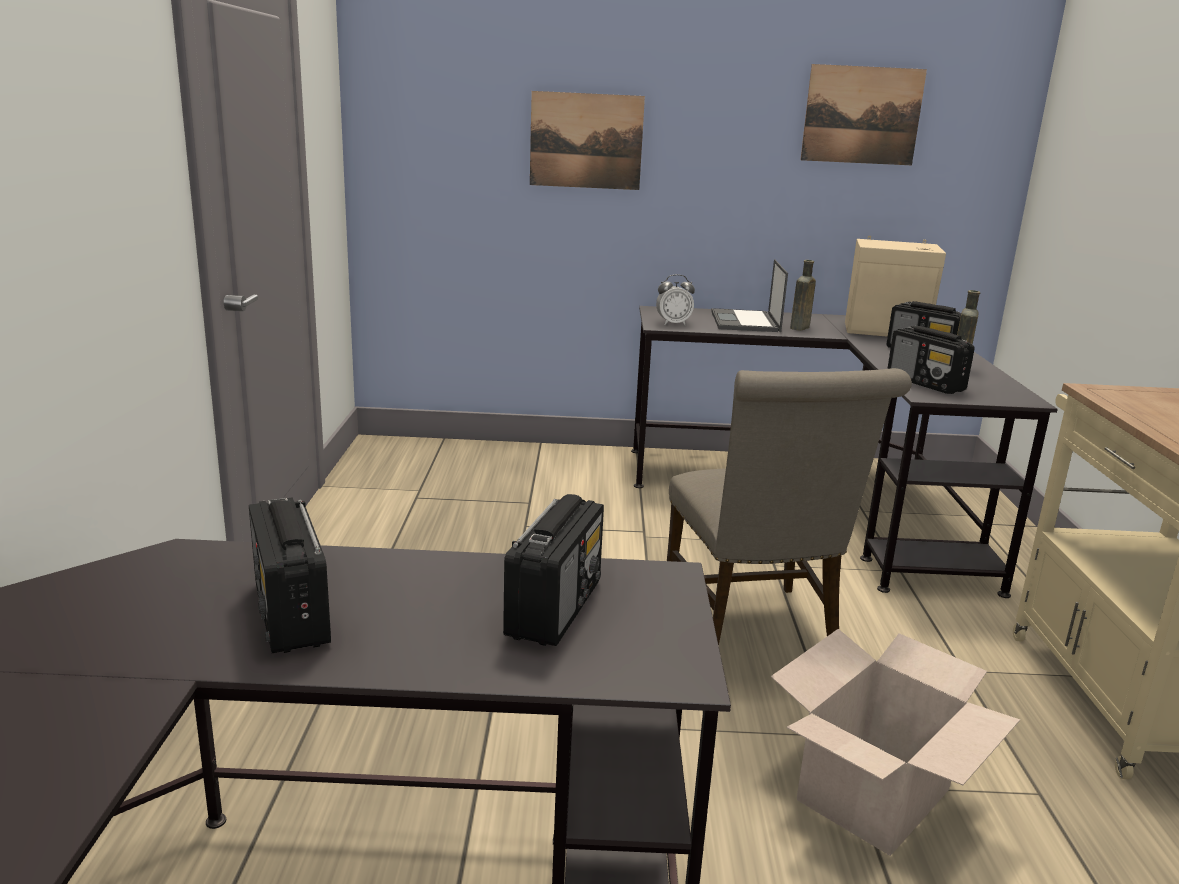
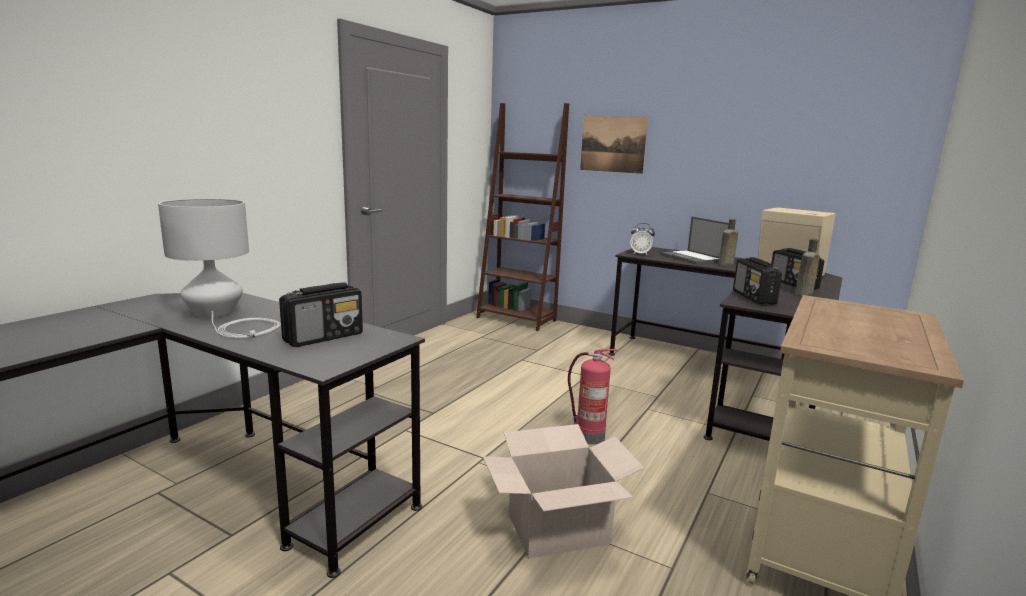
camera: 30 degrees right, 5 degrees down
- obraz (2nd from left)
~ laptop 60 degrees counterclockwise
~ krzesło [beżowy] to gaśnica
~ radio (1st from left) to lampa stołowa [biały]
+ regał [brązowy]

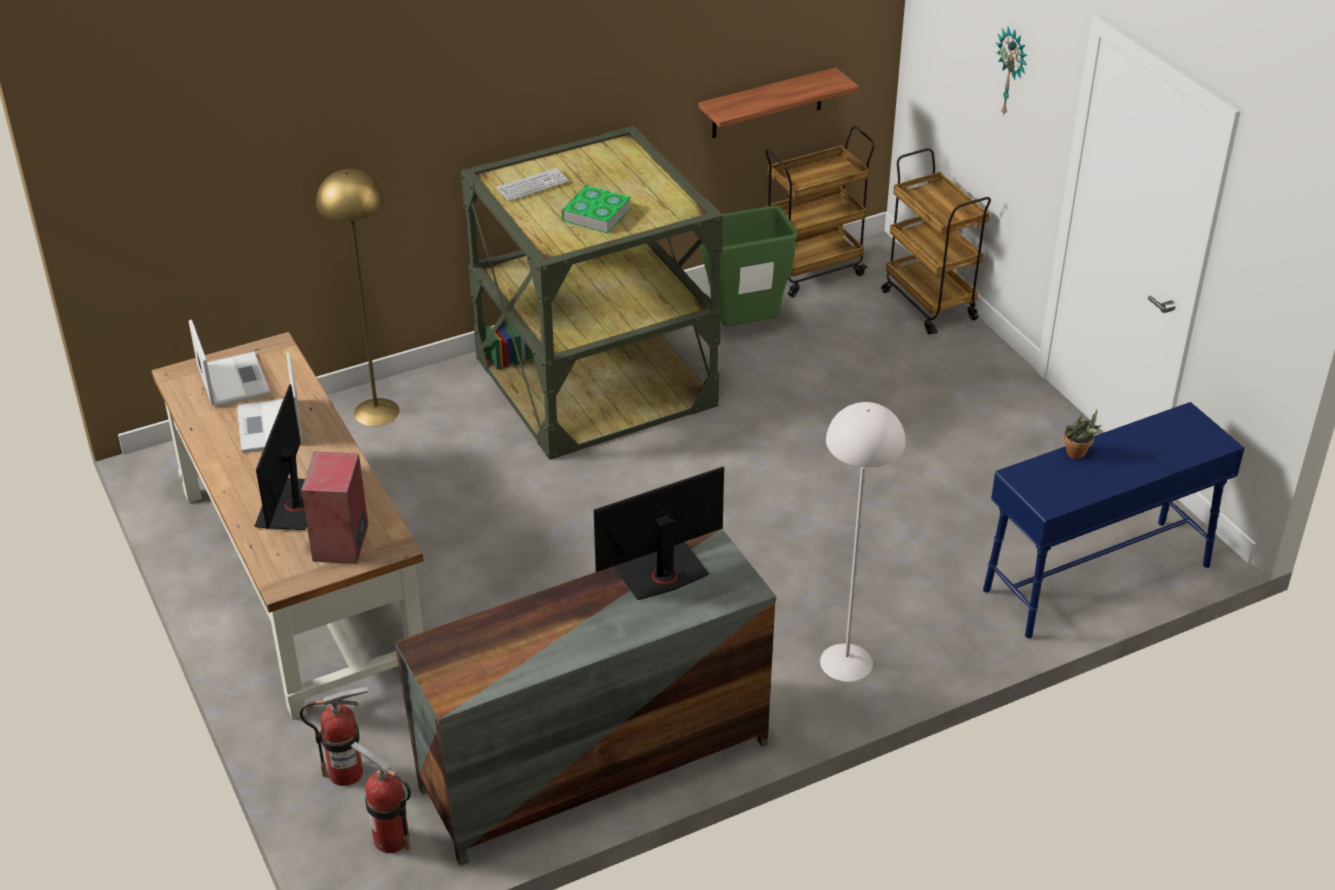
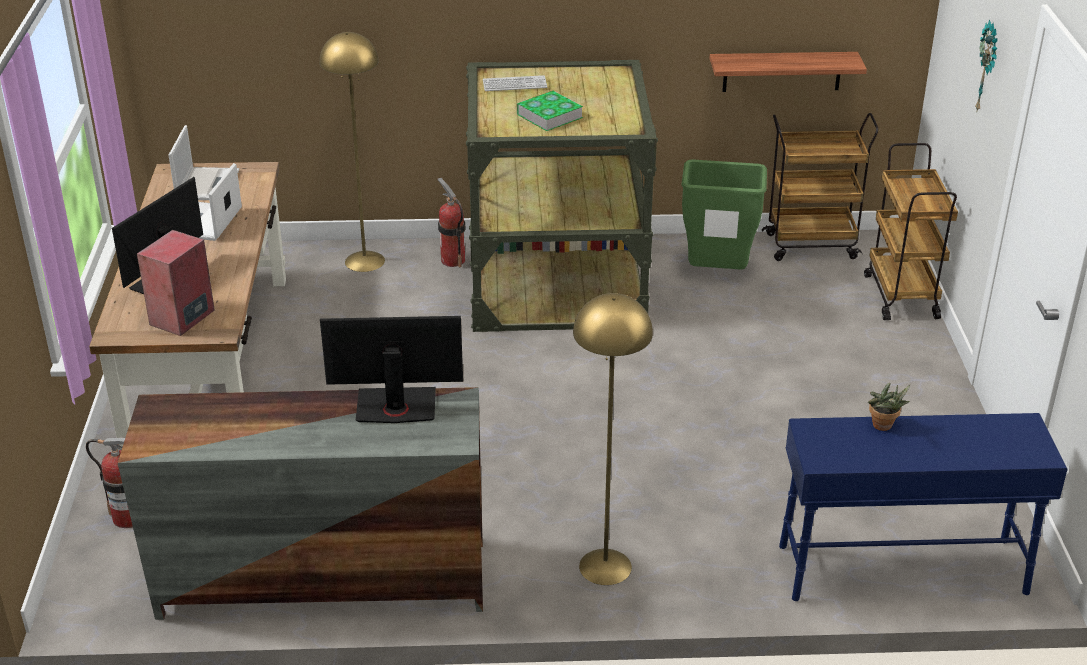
camera: 25 degrees right, 5 degrees down
~ lampa stojąca [biały] to lampa stojąca [żółty] (2nd from left)
~ gaśnica (2nd from left)

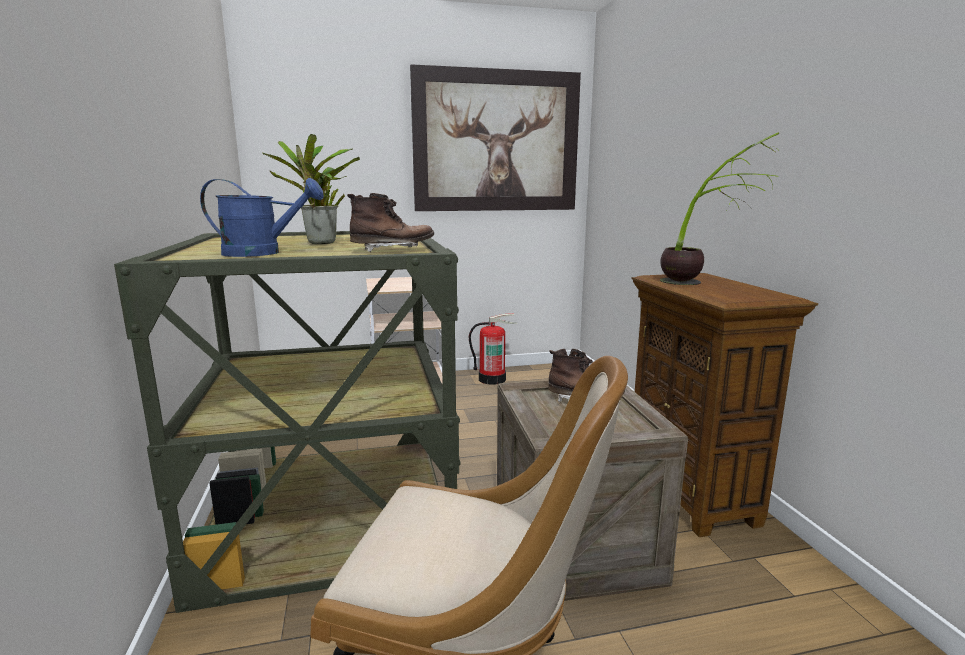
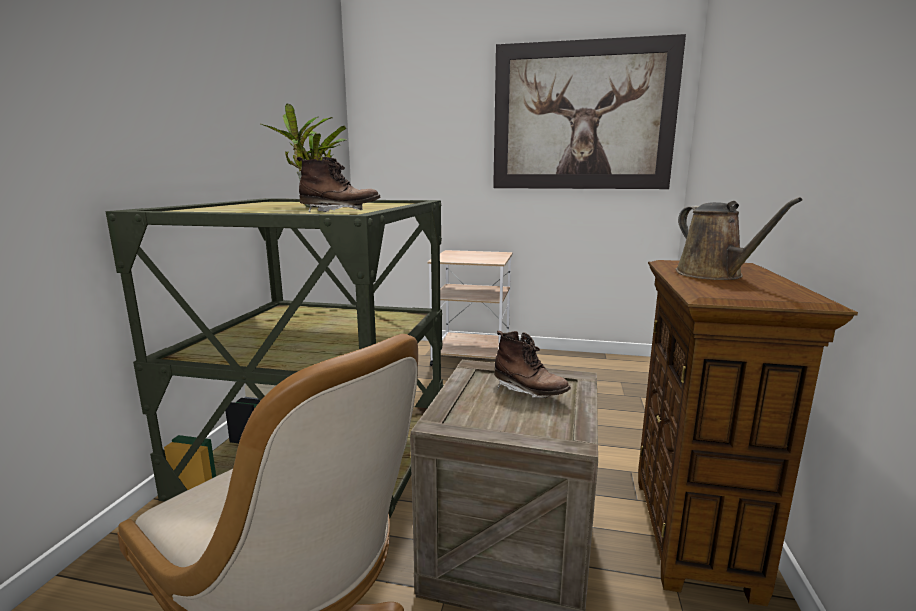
camera: 25 degrees right, 0 degrees up
~ roślina doniczkowa (2nd from left) to konewka [brązowy]
- konewka [niebieski]
- gaśnica

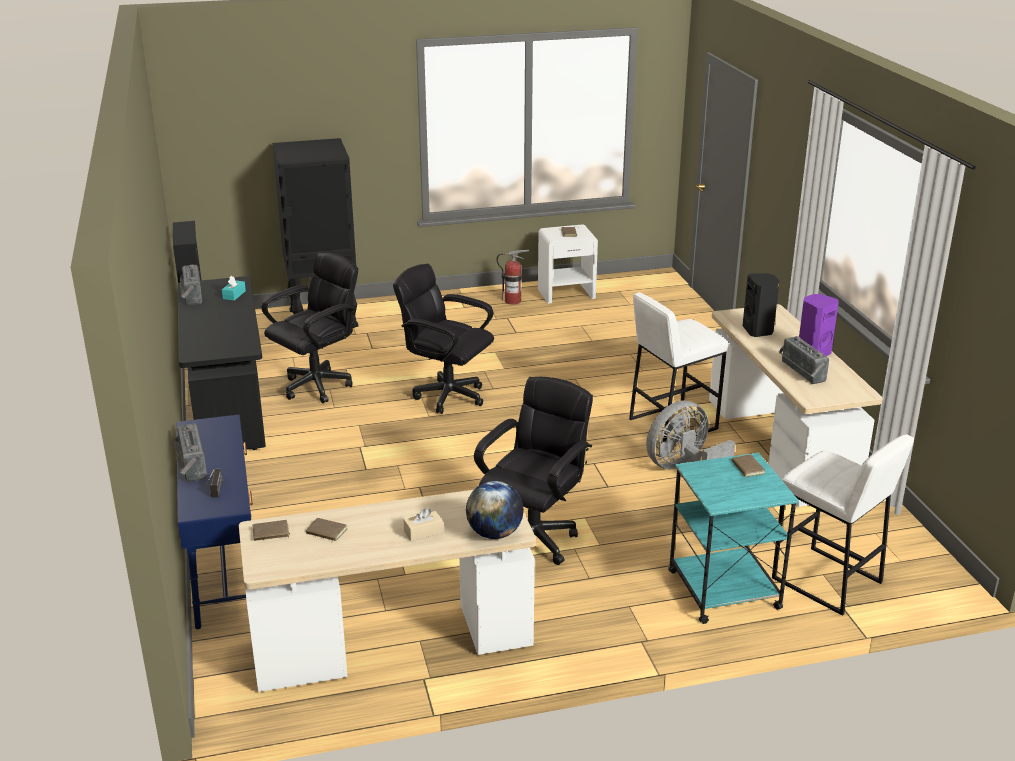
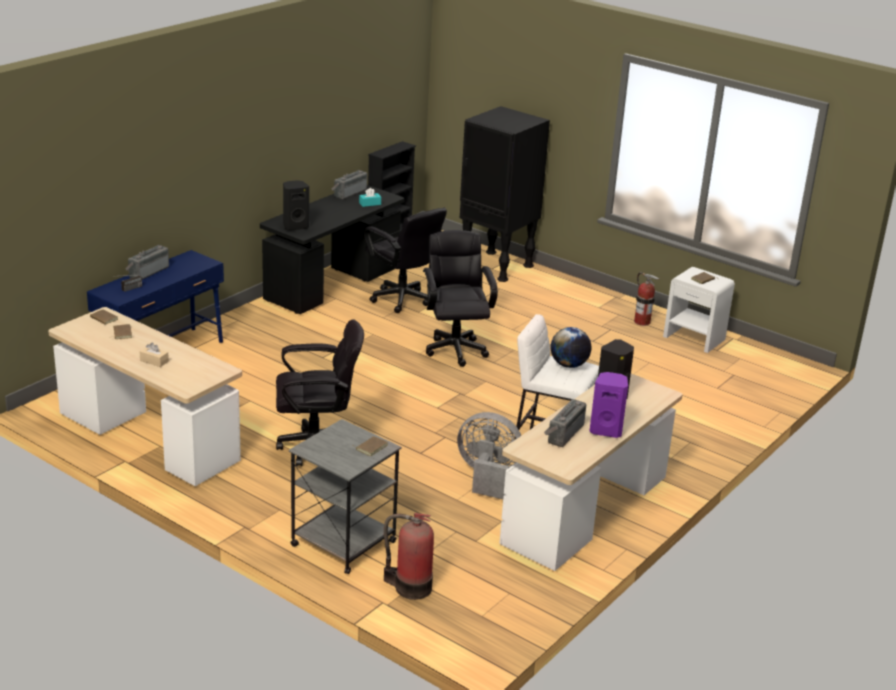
camera: 50 degrees right, 0 degrees up
~ krzesło biurowe [czarny] (1st from left in the first image) 45 degrees clockwise
~ stołek [biały] (2nd from left) to gaśnica (1st from left)
~ wózek [turkusowy] to wózek [szary]
~ globus
+ głośnik [czarny] (1st from left)

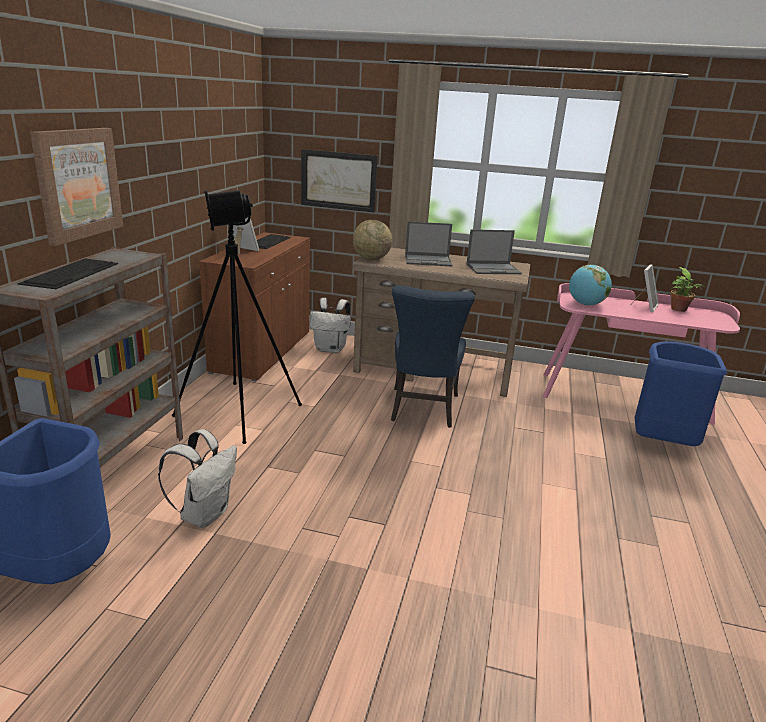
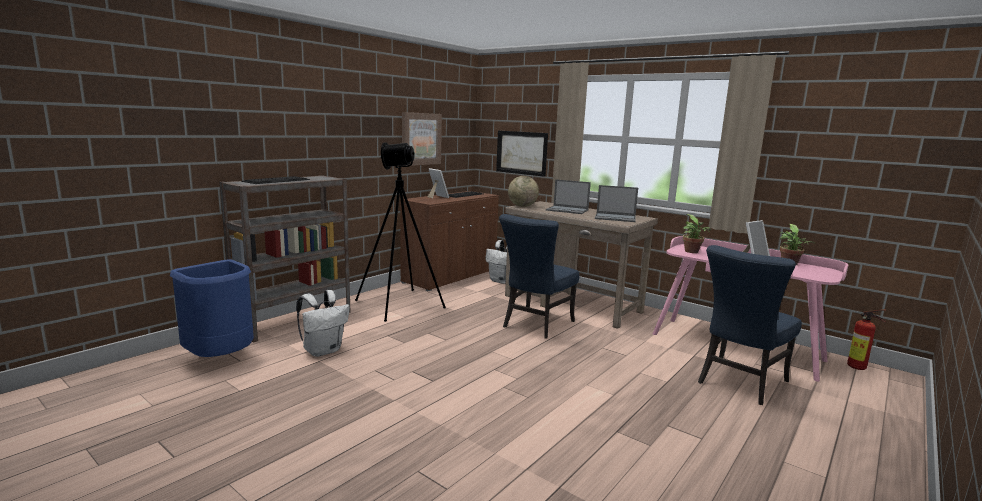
camera: 25 degrees right, 10 degrees down
~ obraz (1st from left)
~ globus (2nd from left) to roślina doniczkowa (1st from left)
~ kosz na śmieci [niebieski] (2nd from left) to krzesło [niebieski] (2nd from left)
+ gaśnica

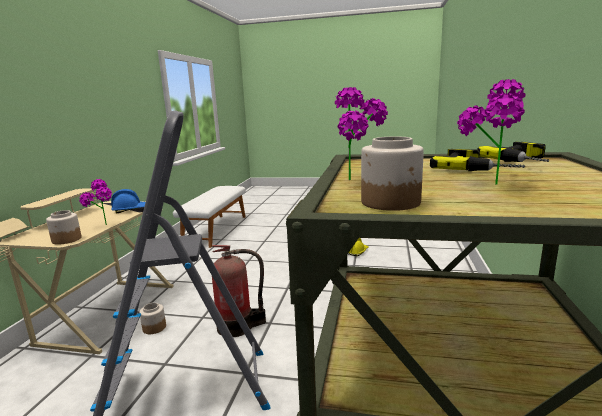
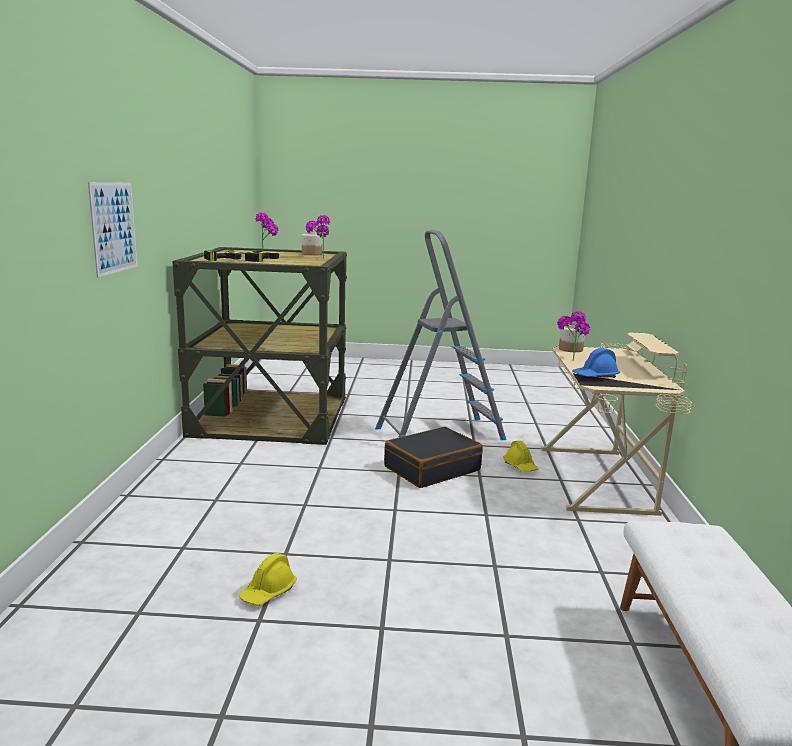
camera: 170 degrees right, 0 degrees up
~ gaśnica to walizka [czarny]
~ słoik (2nd from left) to kask [żółty] (2nd from left)
+ obraz

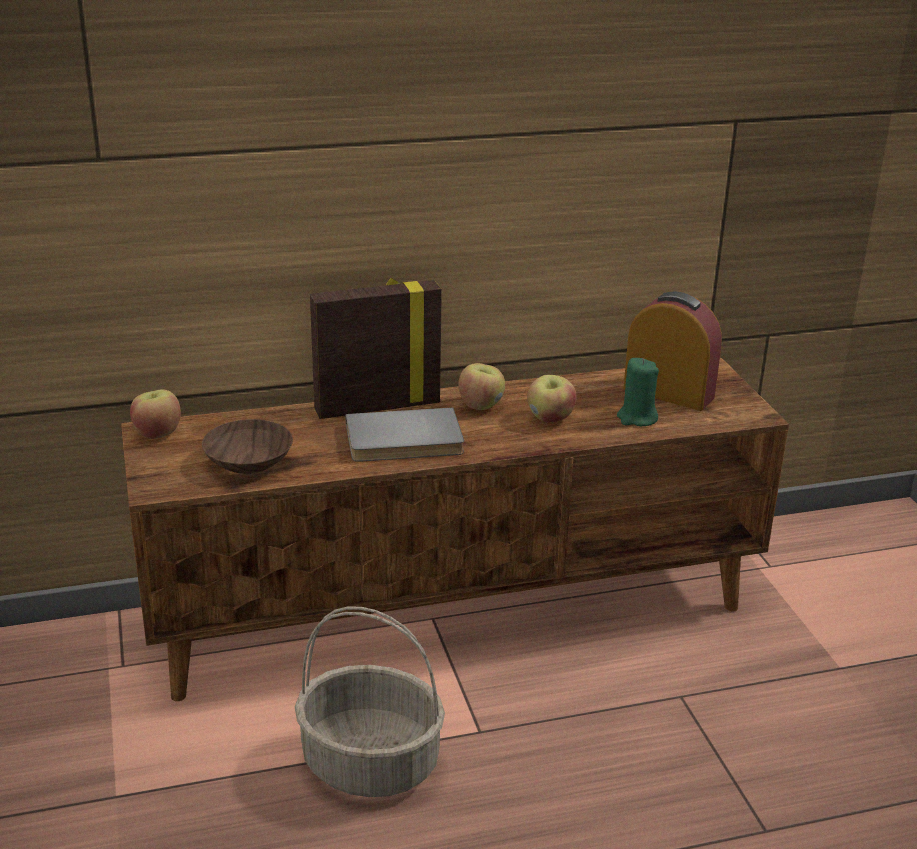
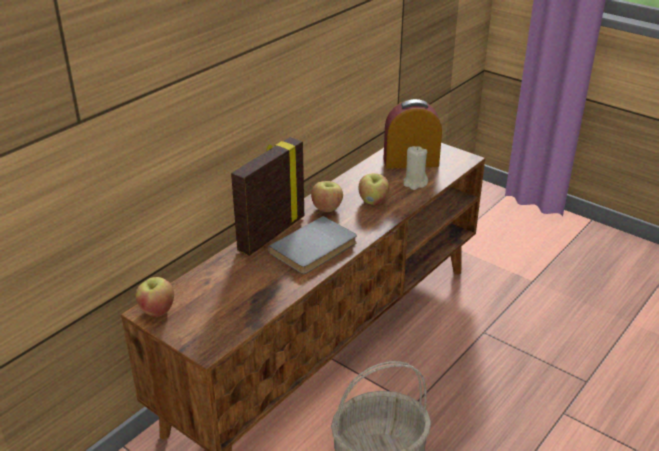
camera: 35 degrees left, 5 degrees up
~ świeca [zielony] to świeca [beżowy]
- miska [brązowy]

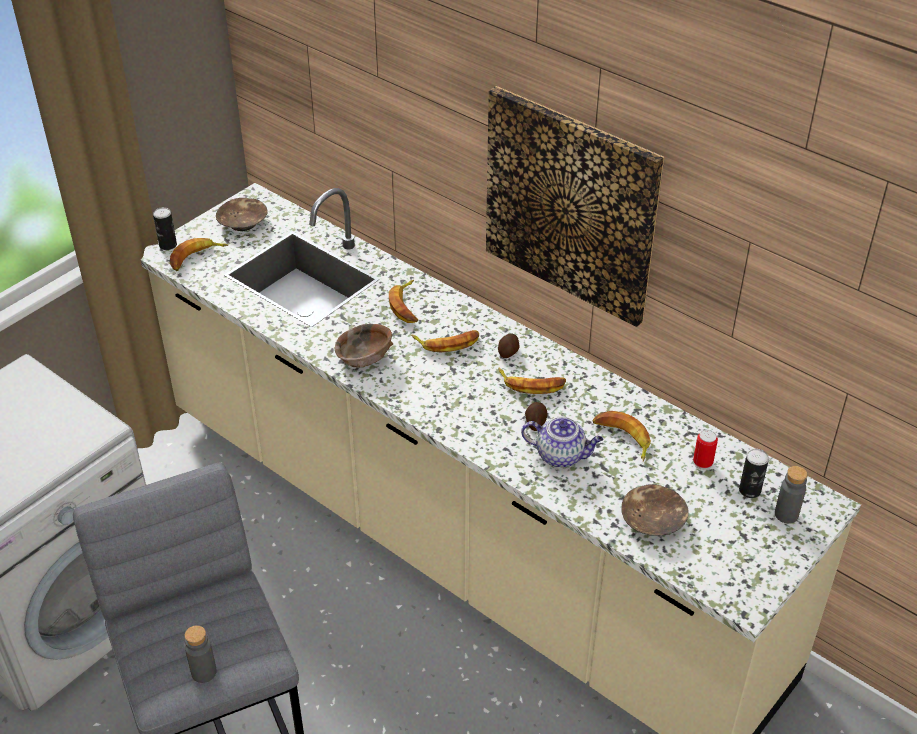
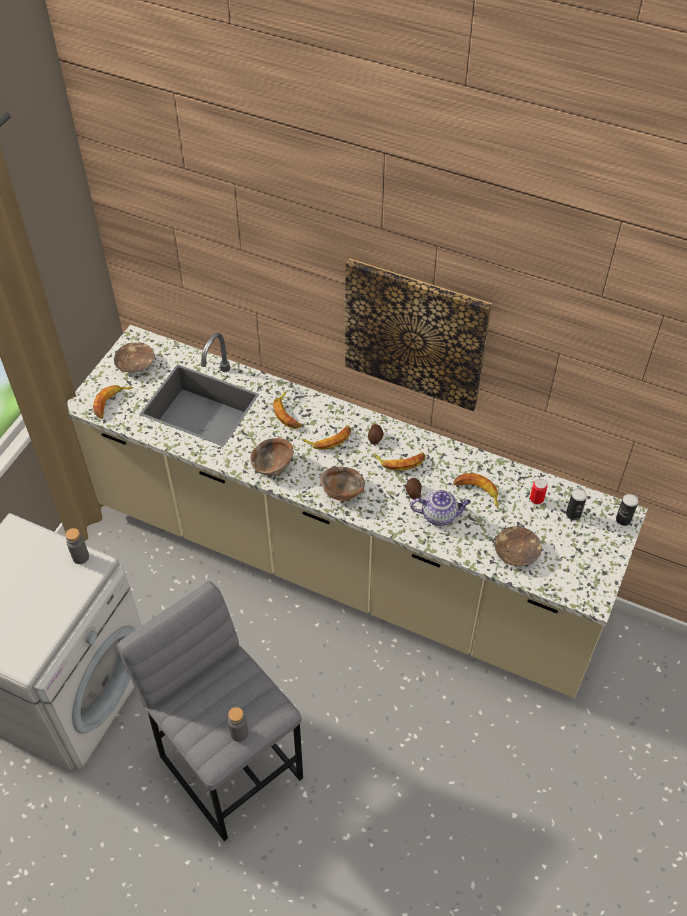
camera: 15 degrees left, 10 degrees up
~ puszka (1st from left in the first image) to puszka (3rd from left)
~ butelka [szary] (2nd from left in the first image) to butelka [szary] (1st from left)
+ miska [brązowy] (3rd from left)

